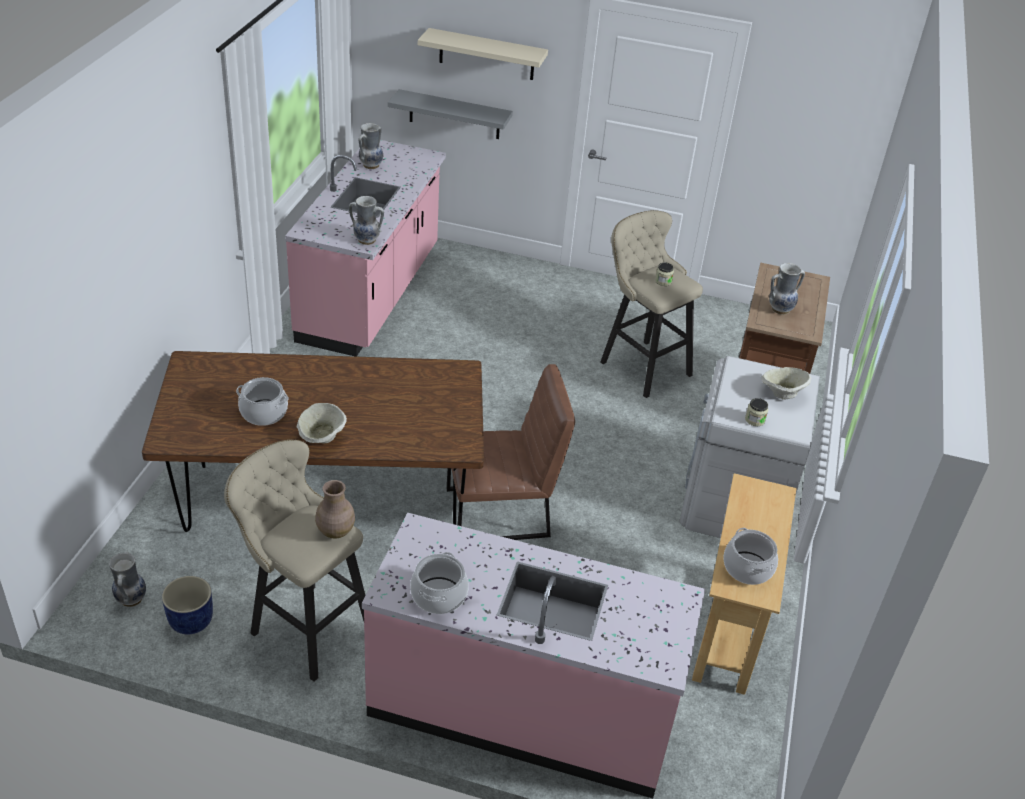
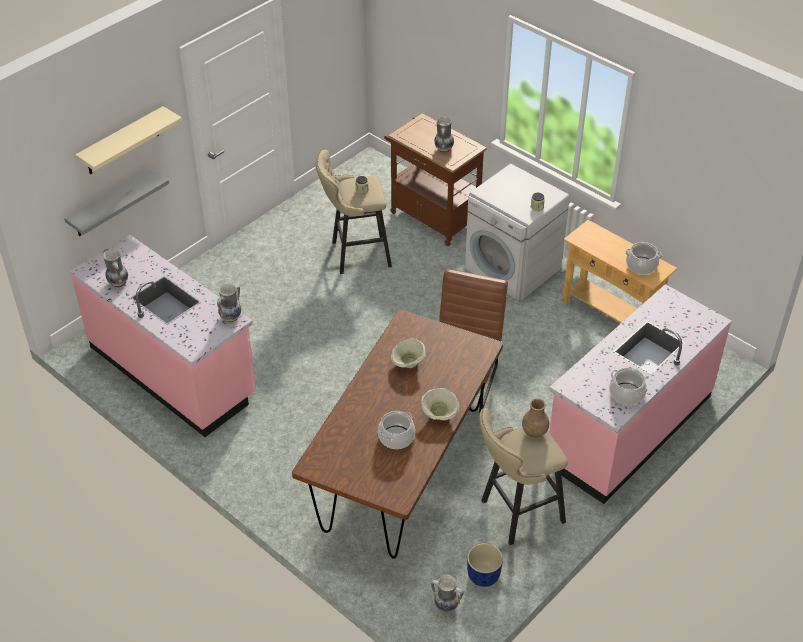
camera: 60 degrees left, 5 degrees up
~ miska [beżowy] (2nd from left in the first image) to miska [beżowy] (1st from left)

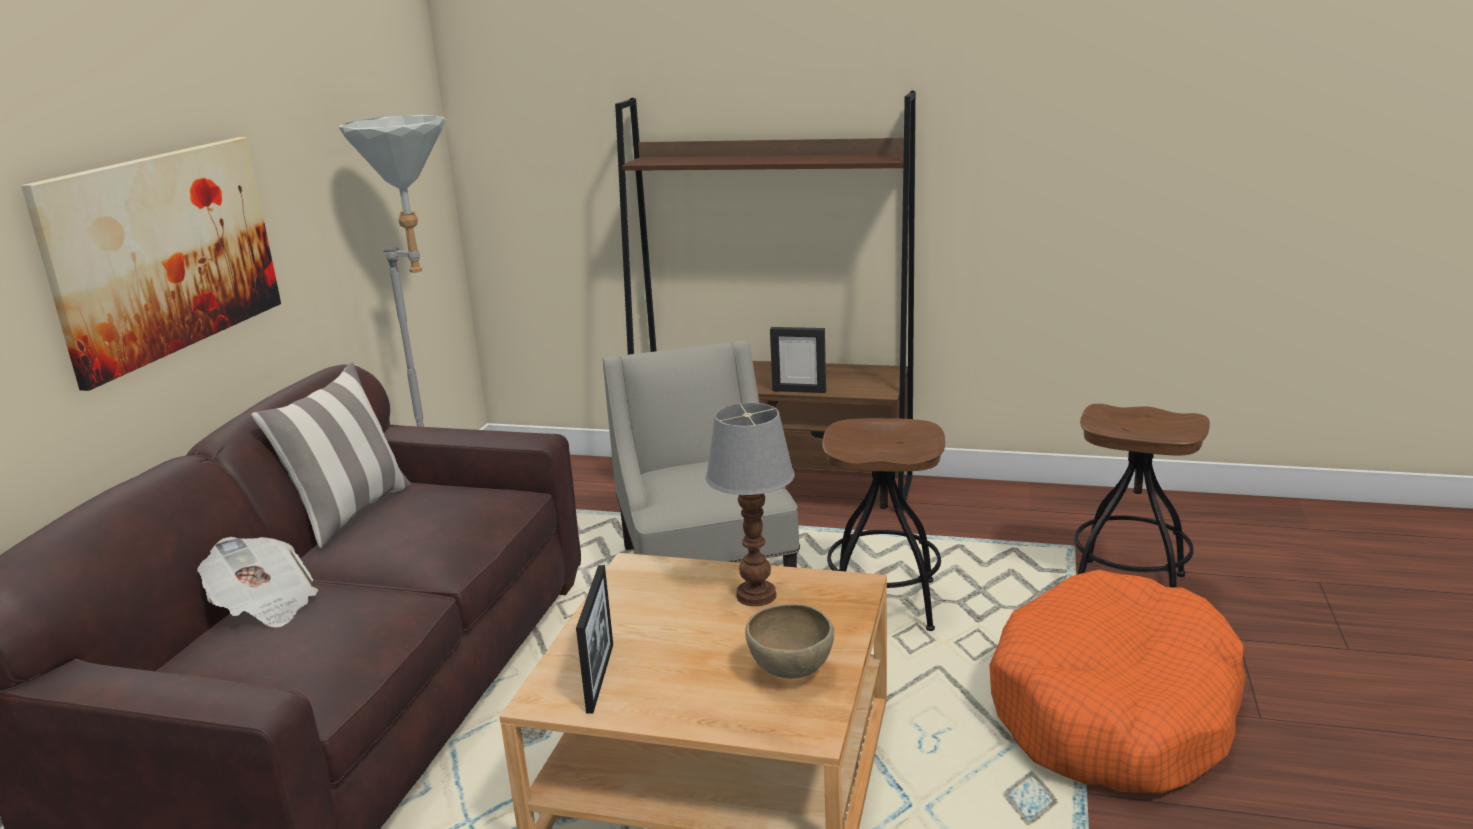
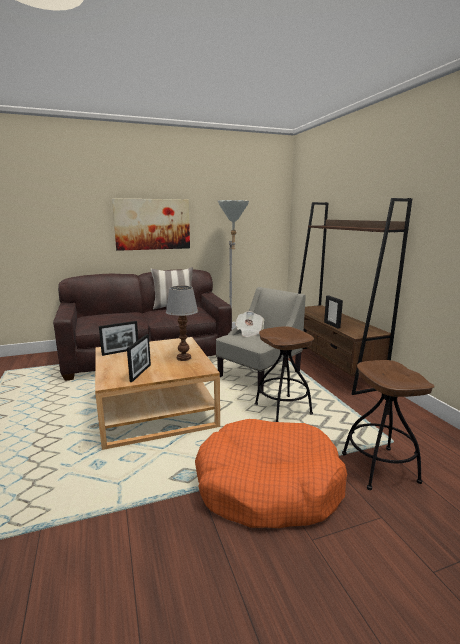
camera: 55 degrees right, 5 degrees down
~ gazeta
~ miska [brązowy] to ramka na zdjęcie (2nd from left)

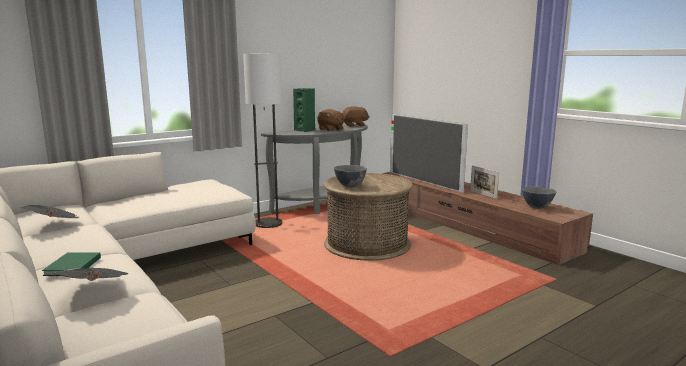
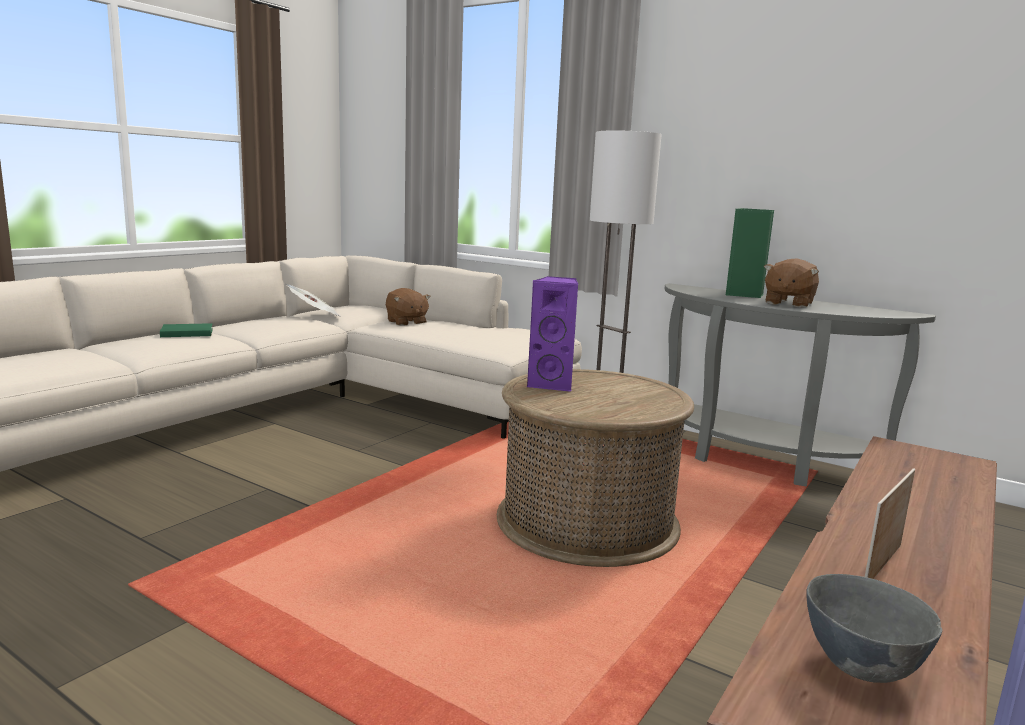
camera: 70 degrees right, 0 degrees up
~ pluszak [brązowy] (2nd from left in the first image) to pluszak [brązowy] (1st from left)
- telewizor
~ miska [szary] (1st from left) to głośnik [fioletowy]
- gazeta (2nd from left)

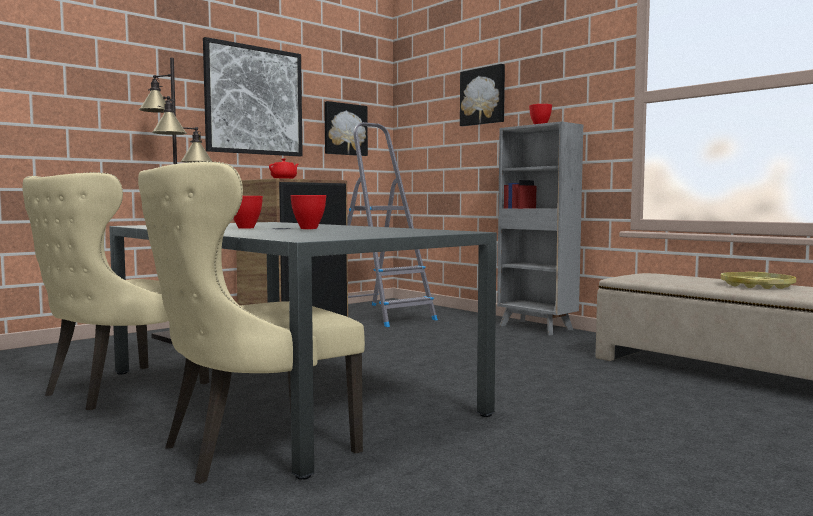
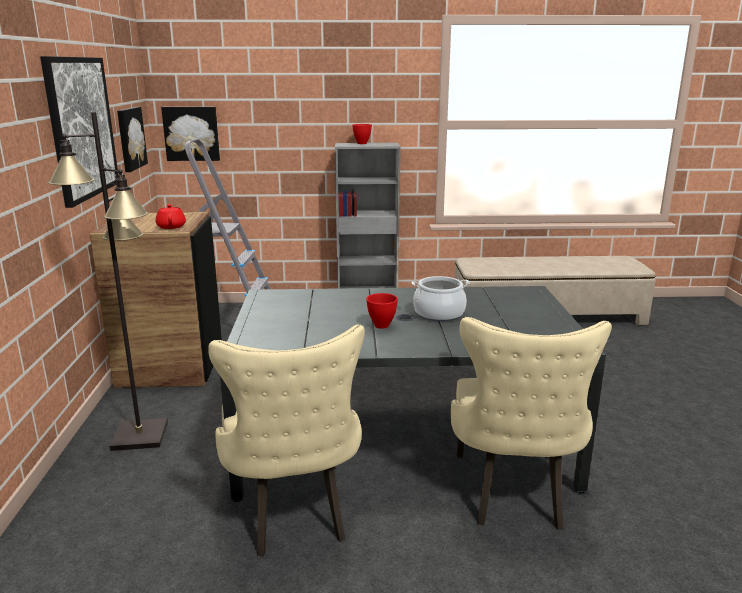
camera: 50 degrees left, 15 degrees up
~ obraz (3rd from left)
~ miska [czerwony] (2nd from left) to garnek
- taca [żółty]

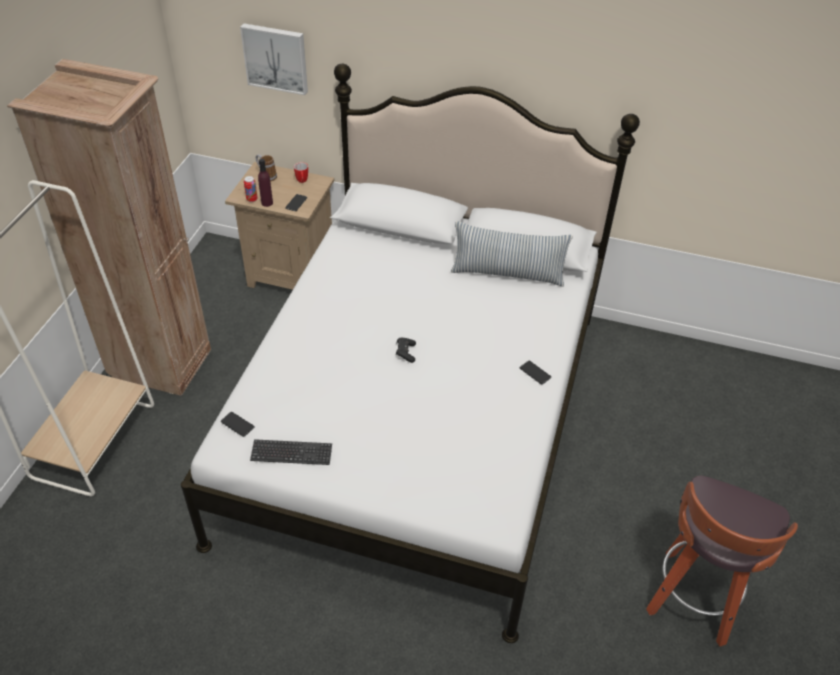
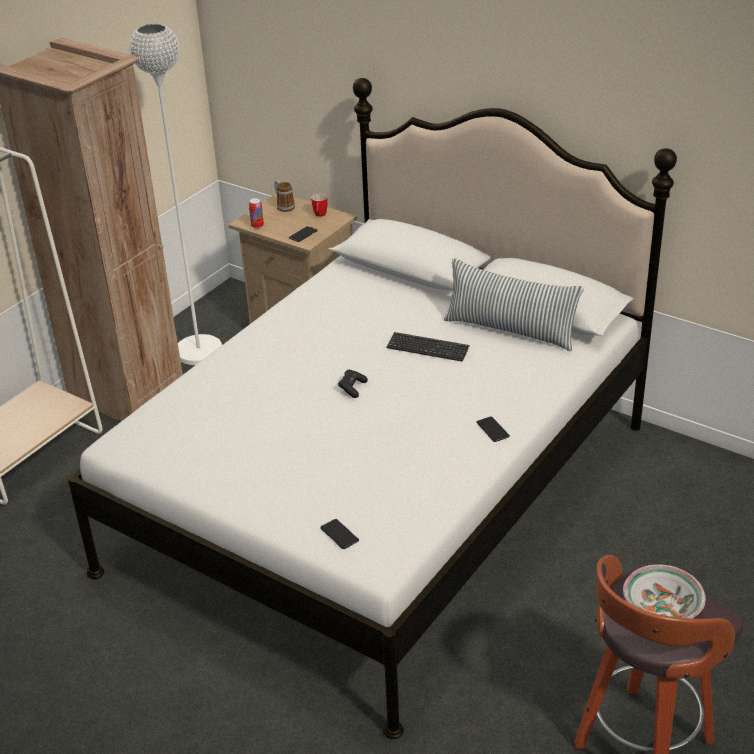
camera: 20 degrees right, 10 degrees down
- obraz
- butelka [fioletowy]
~ telefon (1st from left in the first image) to telefon (2nd from left)
~ klawiatura
+ lampa stojąca [biały]
+ miska

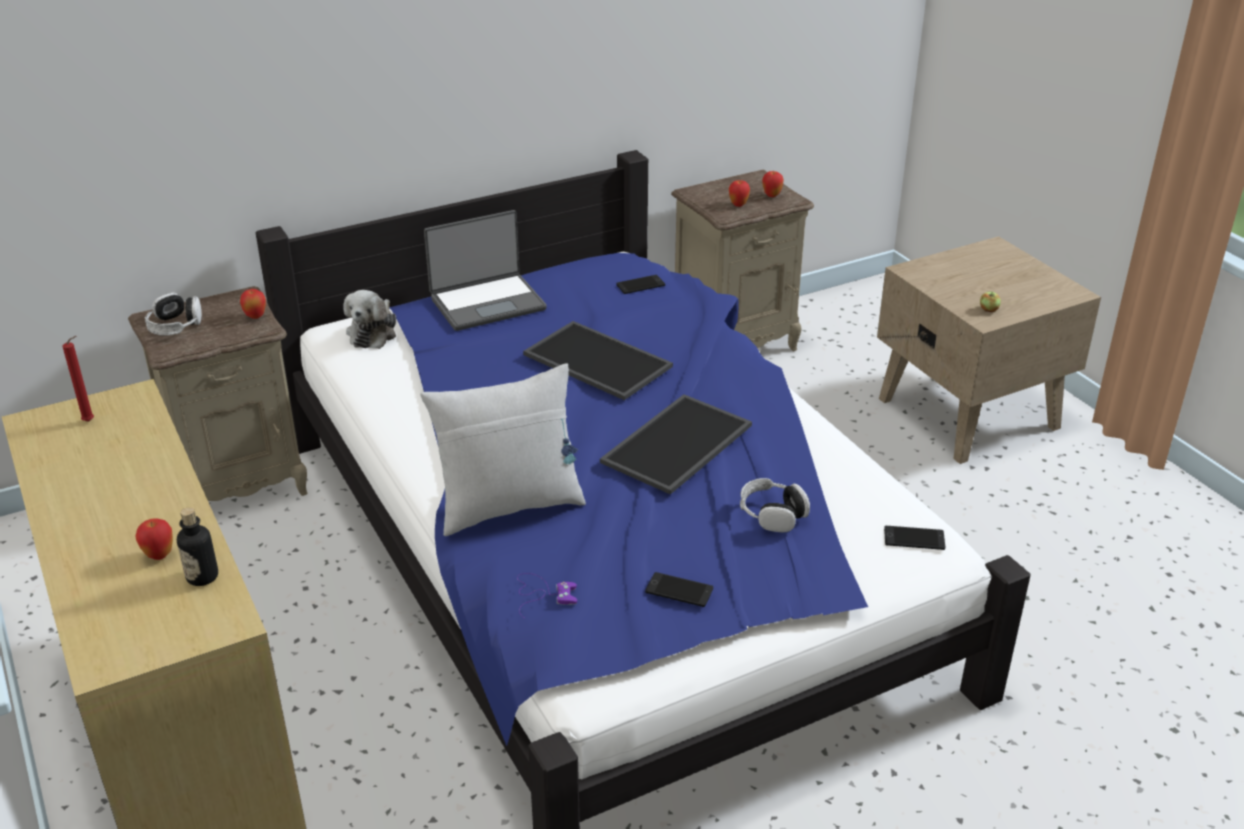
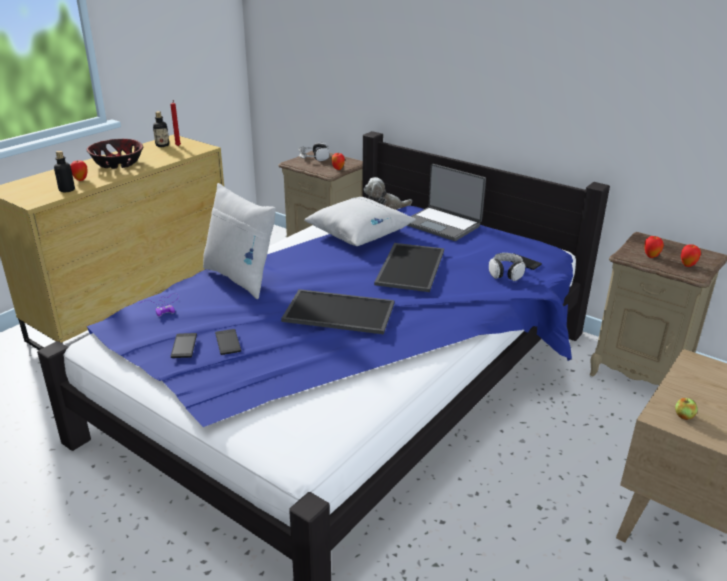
camera: 65 degrees right, 5 degrees down
~ słuchawki (2nd from left)
~ telefon (3rd from left in the first image) to telefon (2nd from left)
+ butelka (2nd from left)
+ miska
+ poduszka [szary] (2nd from left)

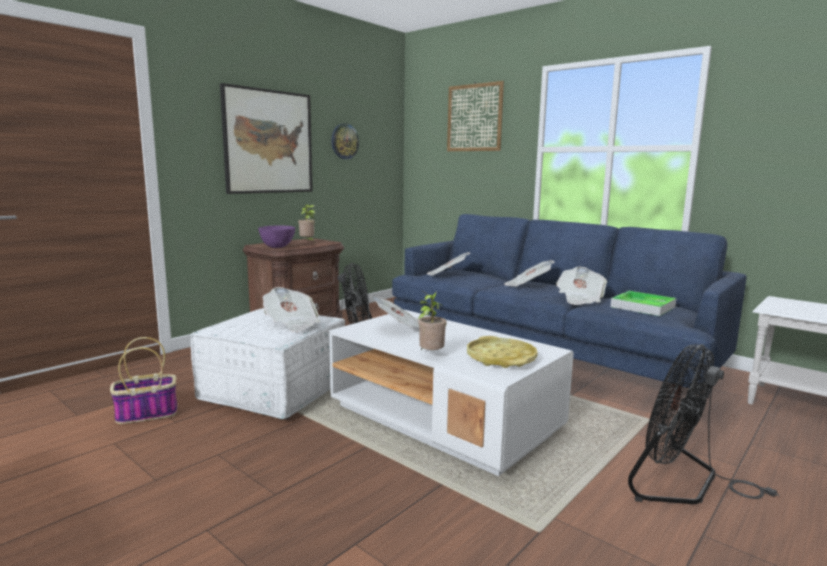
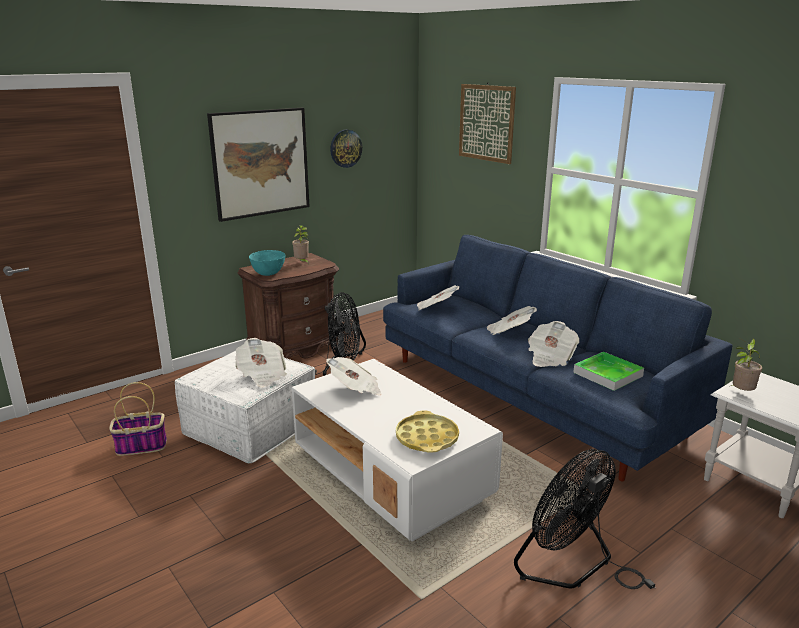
camera: 10 degrees right, 10 degrees up
~ miska [fioletowy] to miska [turkusowy]
~ roślina doniczkowa (2nd from left)

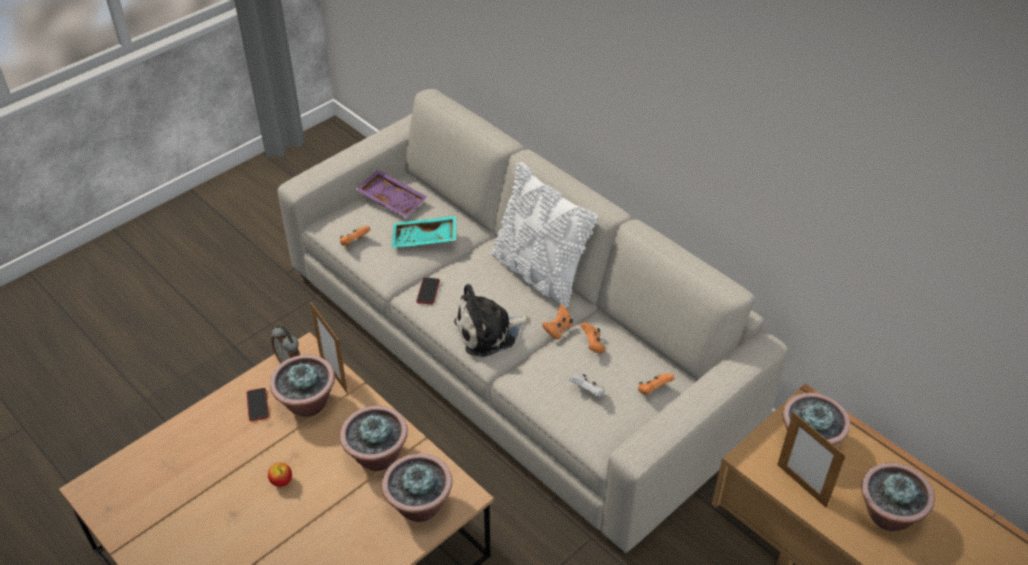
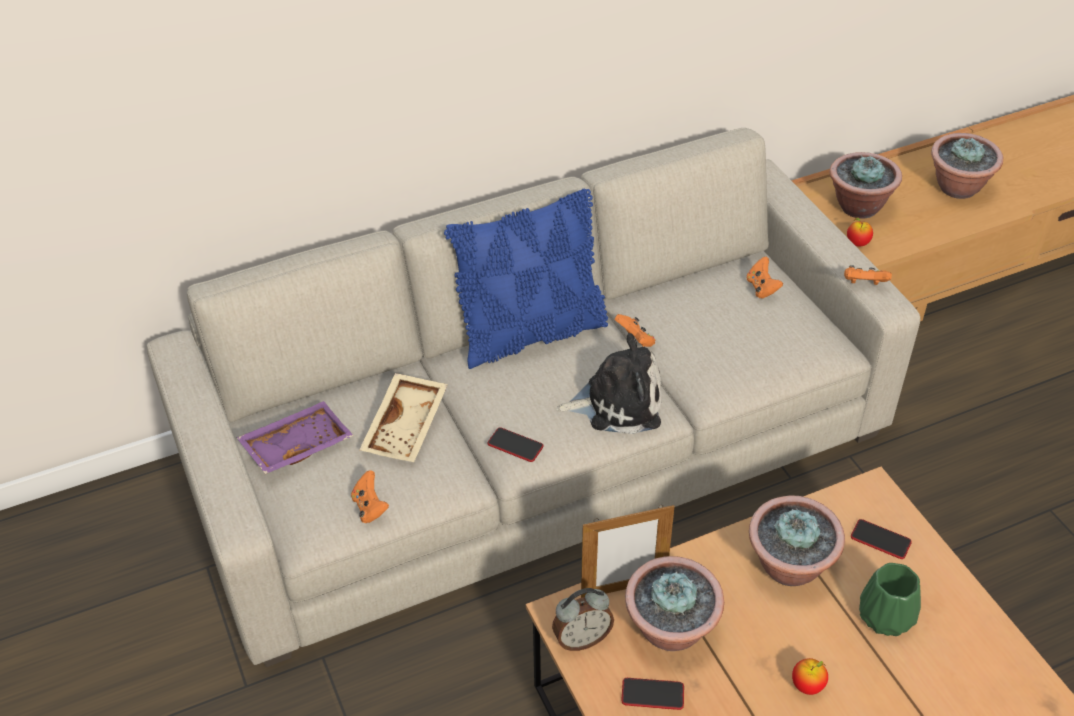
camera: 70 degrees left, 0 degrees up
~ poduszka [biały] to poduszka [niebieski]
~ taca [turkusowy] to taca [beżowy]
~ pluszak 90 degrees counterclockwise
~ pad do gier [pomarańczowy] (3rd from left in the first image) to pad do gier [pomarańczowy] (4th from left)
- pad do gier [biały]
- ramka na zdjęcie (2nd from left)
~ roślina doniczkowa (3rd from left) to telefon (3rd from left)
+ jabłko (2nd from left)
+ wazon [zielony]

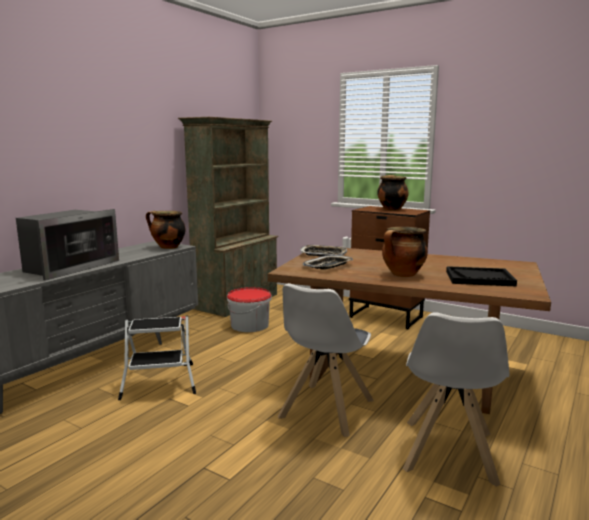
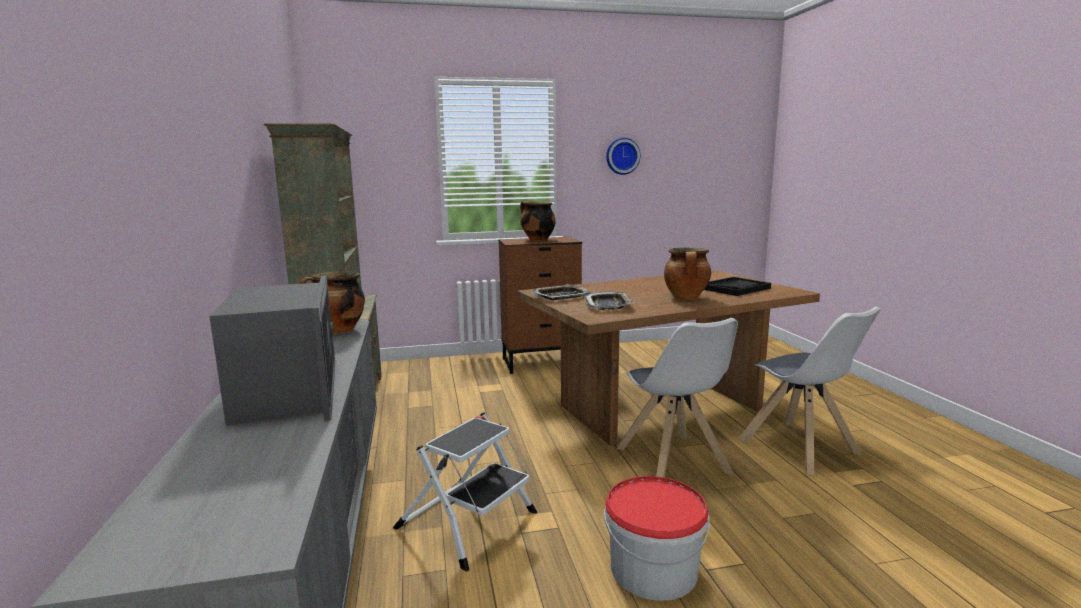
camera: 45 degrees left, 0 degrees up
~ wiadro
+ zegar ścienny

